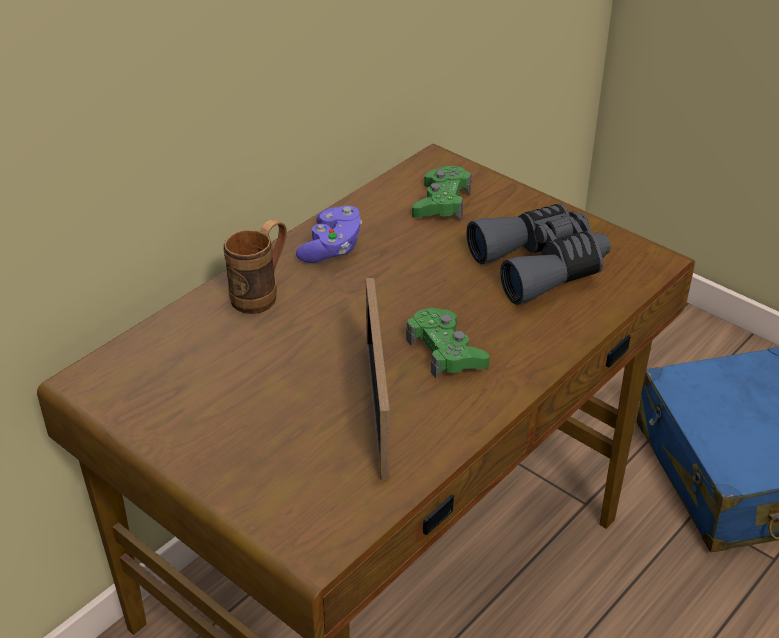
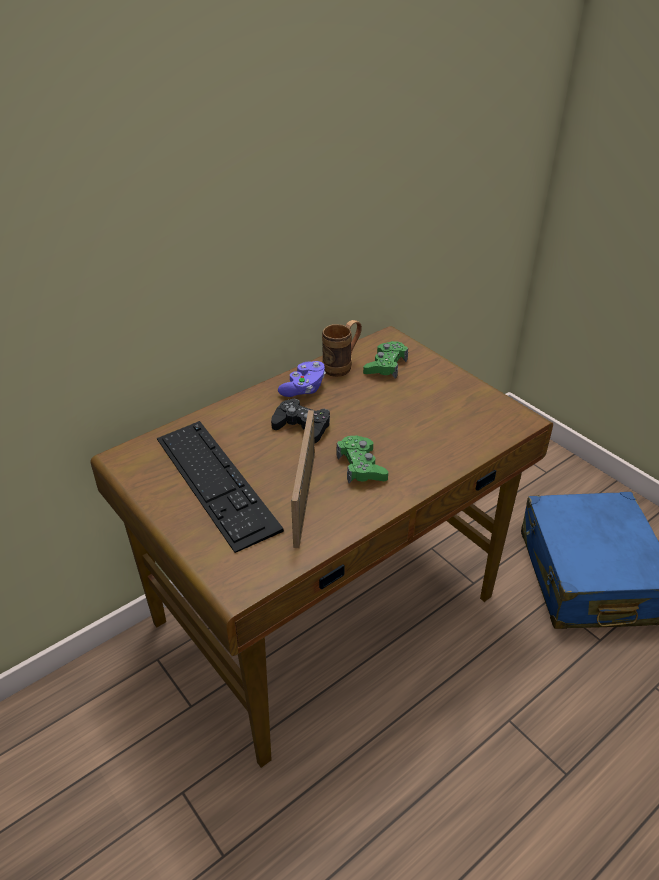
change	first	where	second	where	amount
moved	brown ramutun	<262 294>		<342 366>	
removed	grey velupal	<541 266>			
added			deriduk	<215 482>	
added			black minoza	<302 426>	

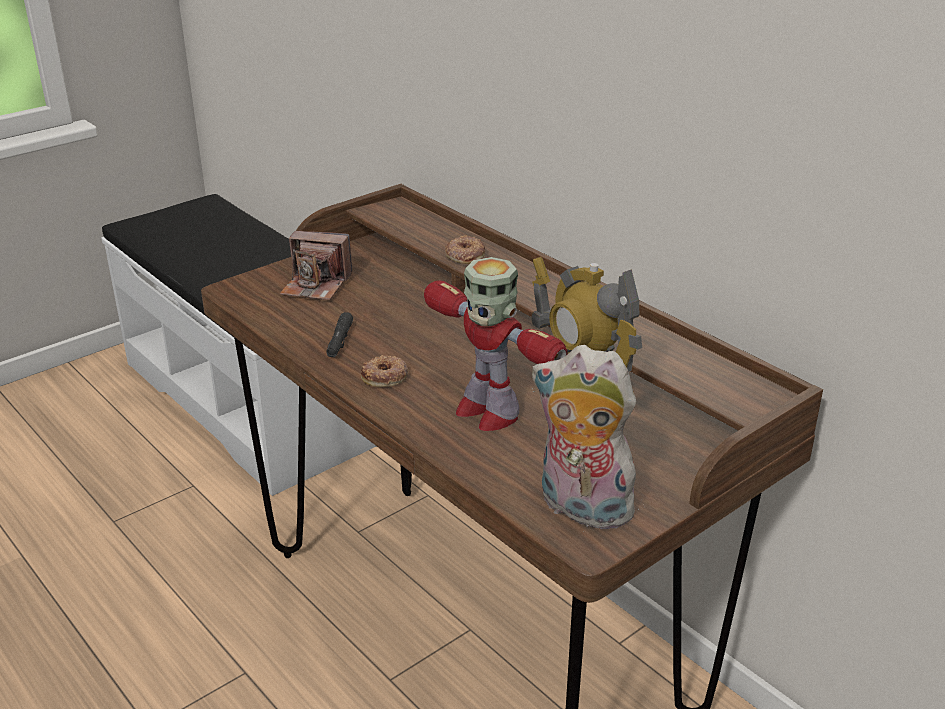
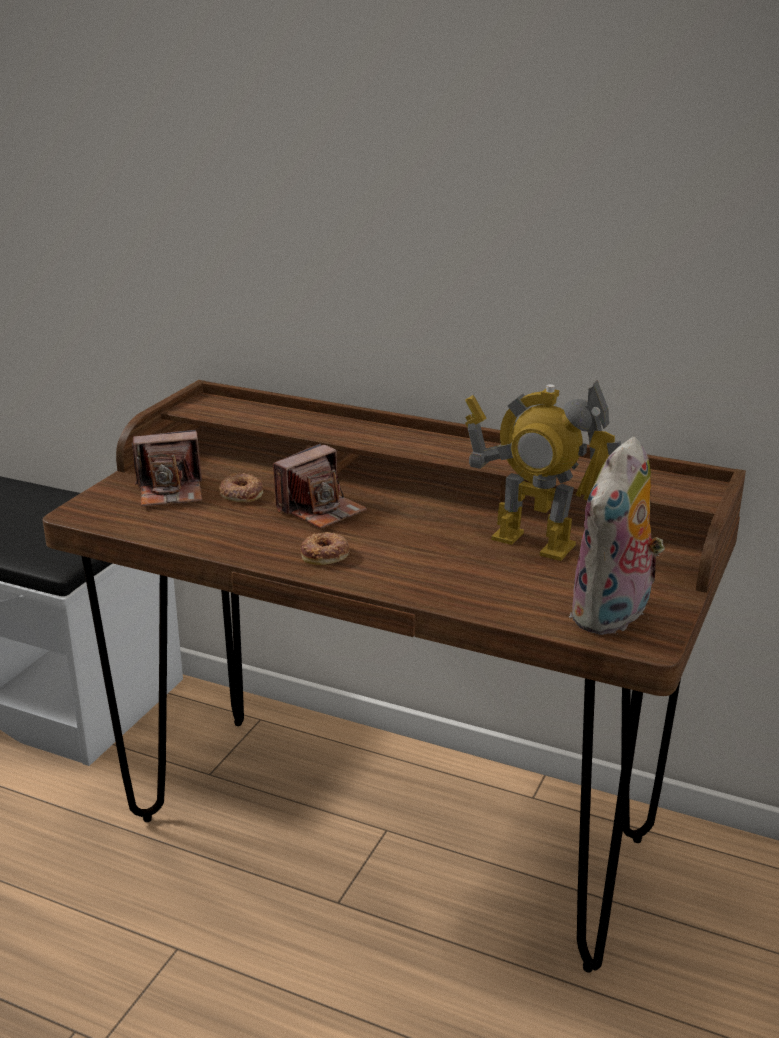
change	first	where	second	where	amount
removed	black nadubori	<340 341>			
removed	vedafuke	<487 411>			
moved	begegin	<465 255>		<241 493>	
turned	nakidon	<580 508>		<613 617>	60 degrees counterclockwise
added			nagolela	<320 510>	

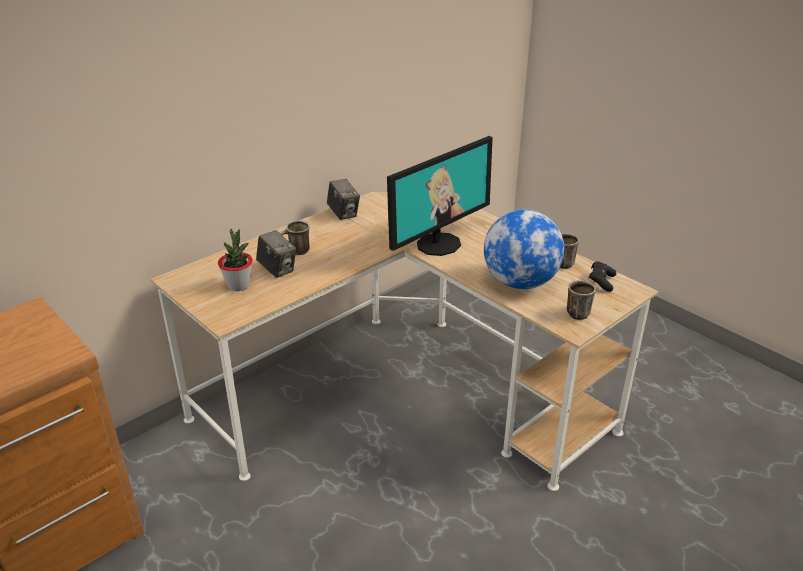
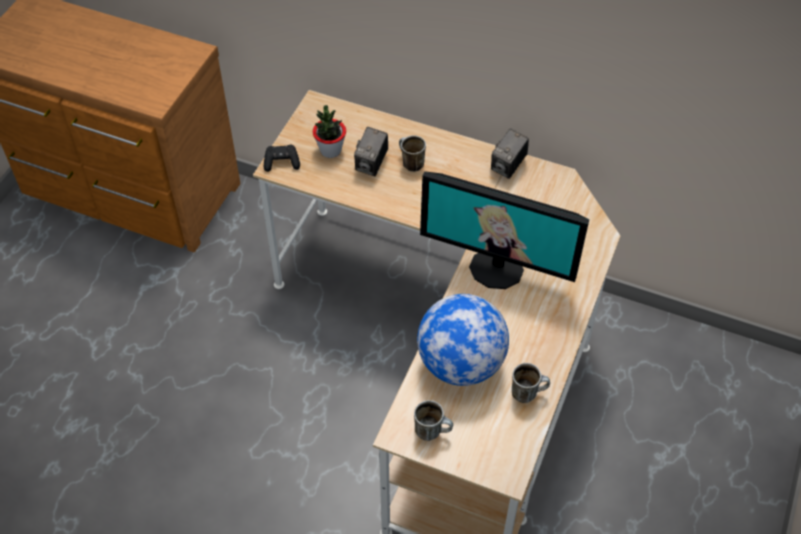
change	first	where	second	where	amount
moved	black minoza	<601 282>		<282 163>	

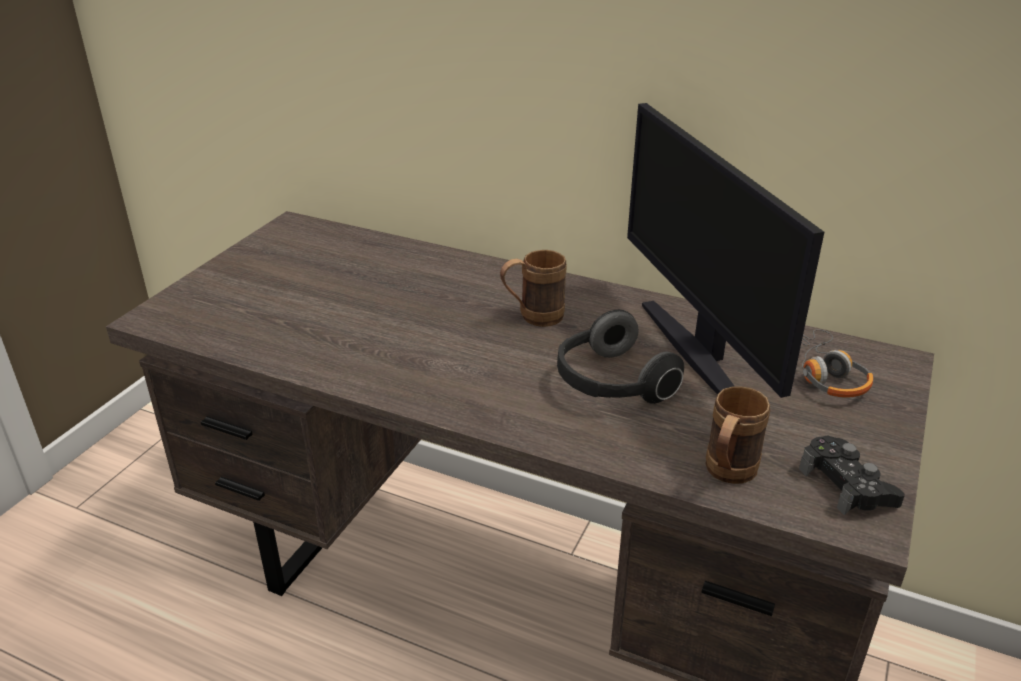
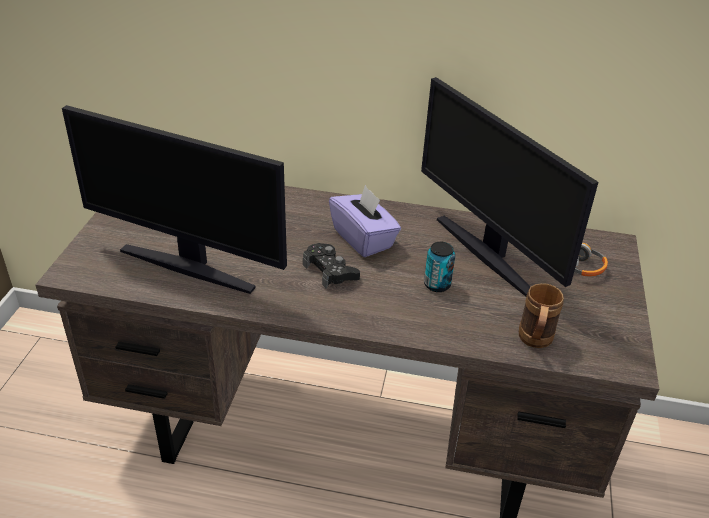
change	first	where	second	where	amount
replaced	brown ramutun	<532 318>	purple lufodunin	<363 238>	
replaced	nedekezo	<611 384>	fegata	<437 285>	
moved	black minoza	<847 485>		<330 271>	
added			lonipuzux	<189 266>	

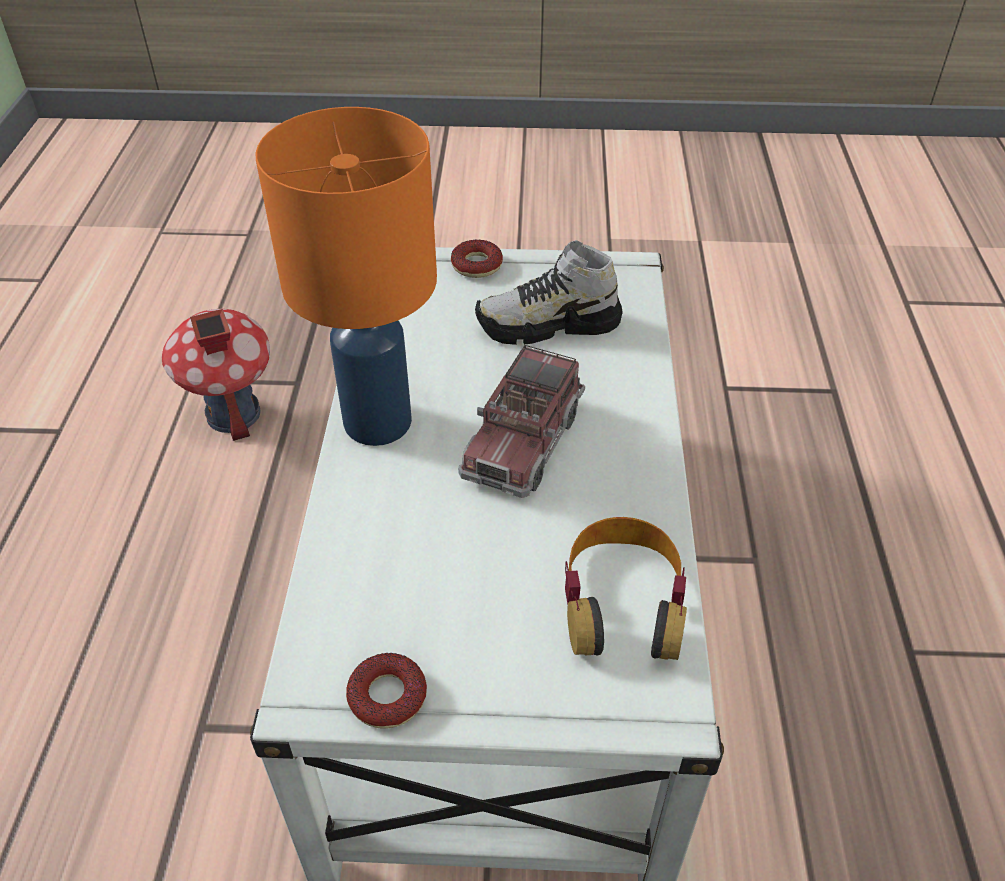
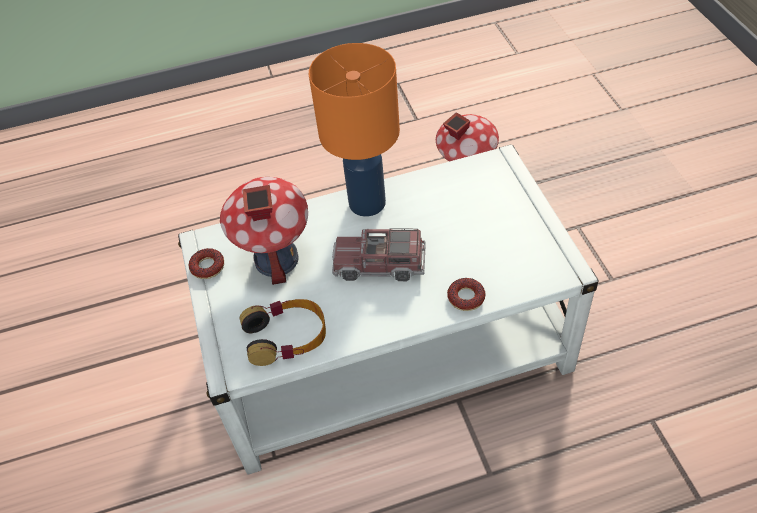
change	first	where	second	where	amount
moved	begegin	<476 265>		<466 297>	
removed	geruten	<548 325>			
added			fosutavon	<276 259>	

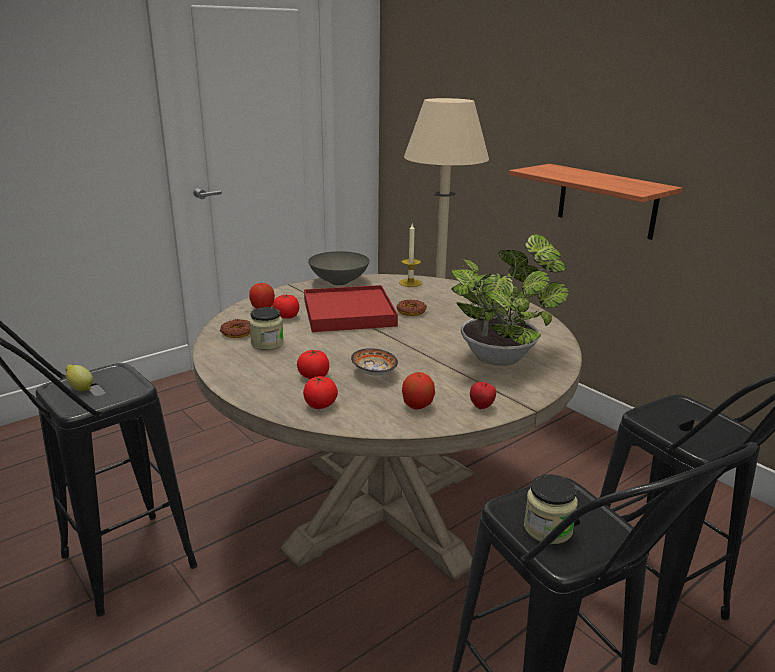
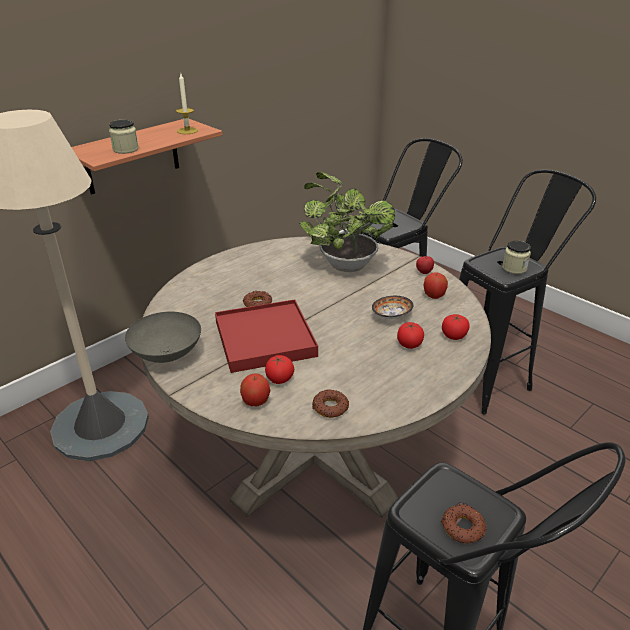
change	first	where	second	where	amount
replaced	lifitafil	<80 388>	begegin	<462 527>	
moved	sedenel	<267 344>		<125 149>	
moved	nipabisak	<410 283>		<187 131>	

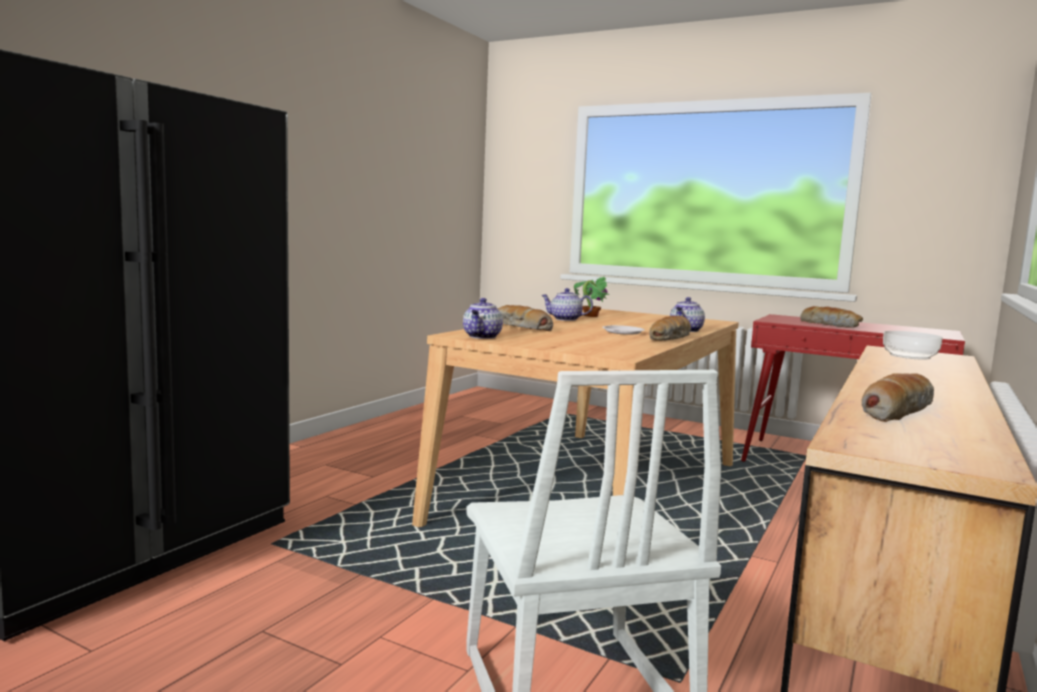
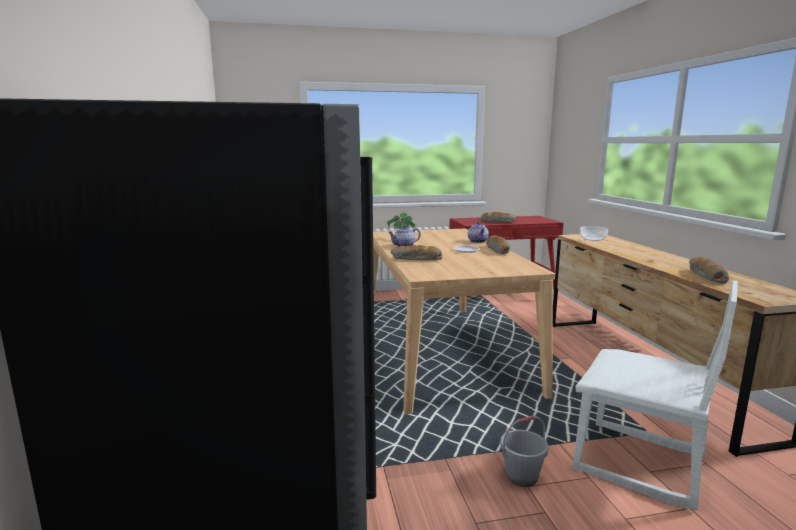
change	first	where	second	where	amount
removed	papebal	<482 337>			
added			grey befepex	<521 477>	

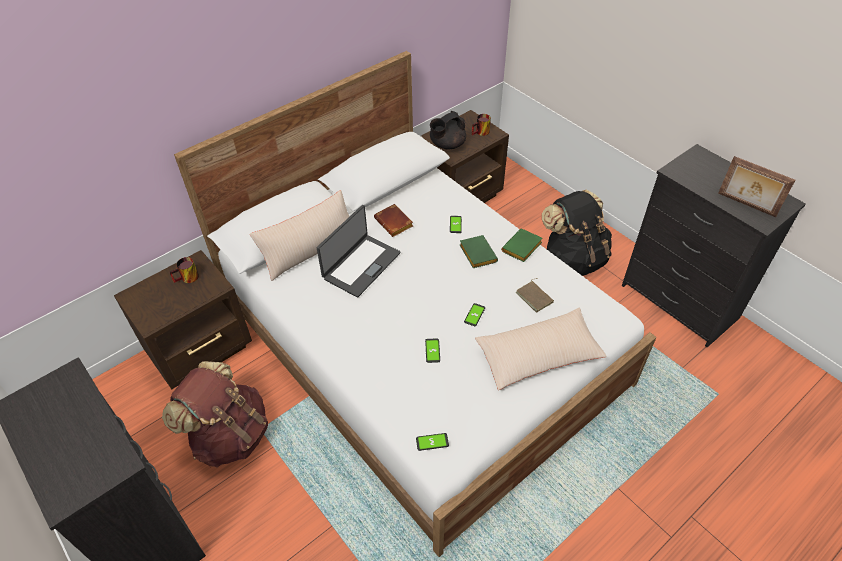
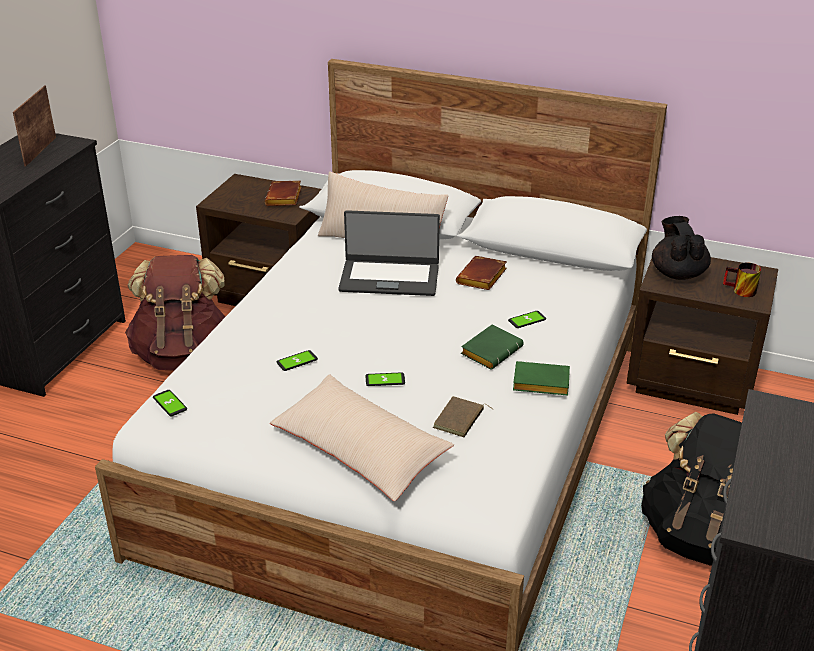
change	first	where	second	where	amount
replaced	ramutun	<187 279>	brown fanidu	<285 198>	
turned	black papebal	<447 145>		<677 273>	60 degrees clockwise
moved	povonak	<746 205>		<39 151>	

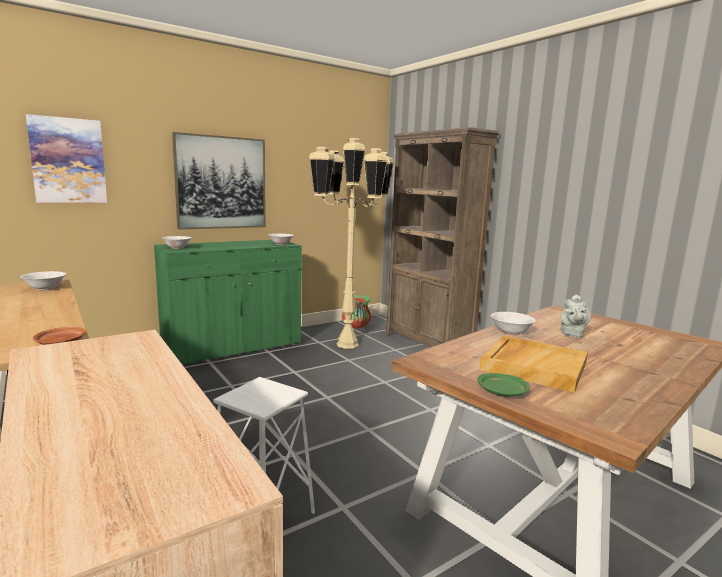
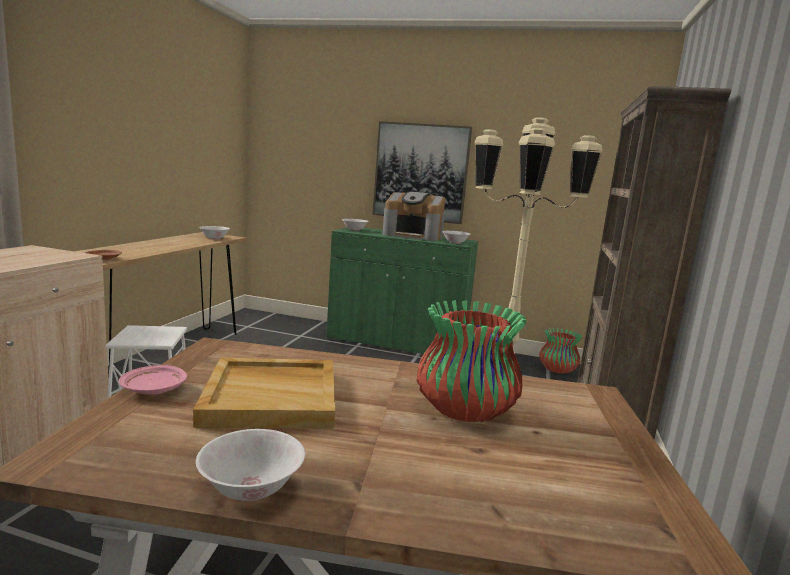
change	first	where	second	where	amount
removed	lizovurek	<68 160>			
recoloured	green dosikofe	<503 392>	pink dosikofe	<154 389>	
moved	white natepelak	<510 332>		<251 488>	
replaced	grey papebal	<571 334>	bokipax	<465 410>	
added			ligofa	<413 236>	

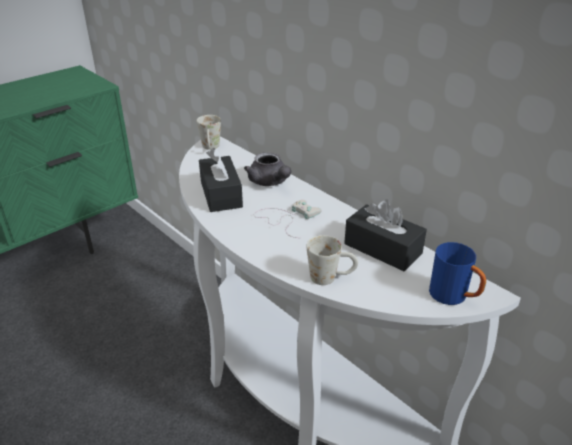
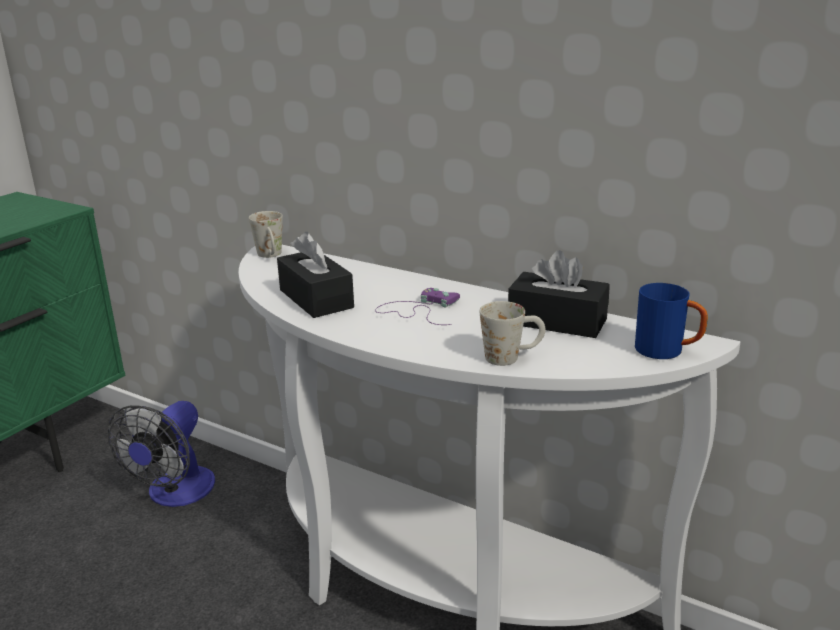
change	first	where	second	where	amount
removed	grey papebal	<270 182>			
recoloured	white minoza	<286 218>	purple minoza	<419 310>	
added			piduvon	<175 494>	

